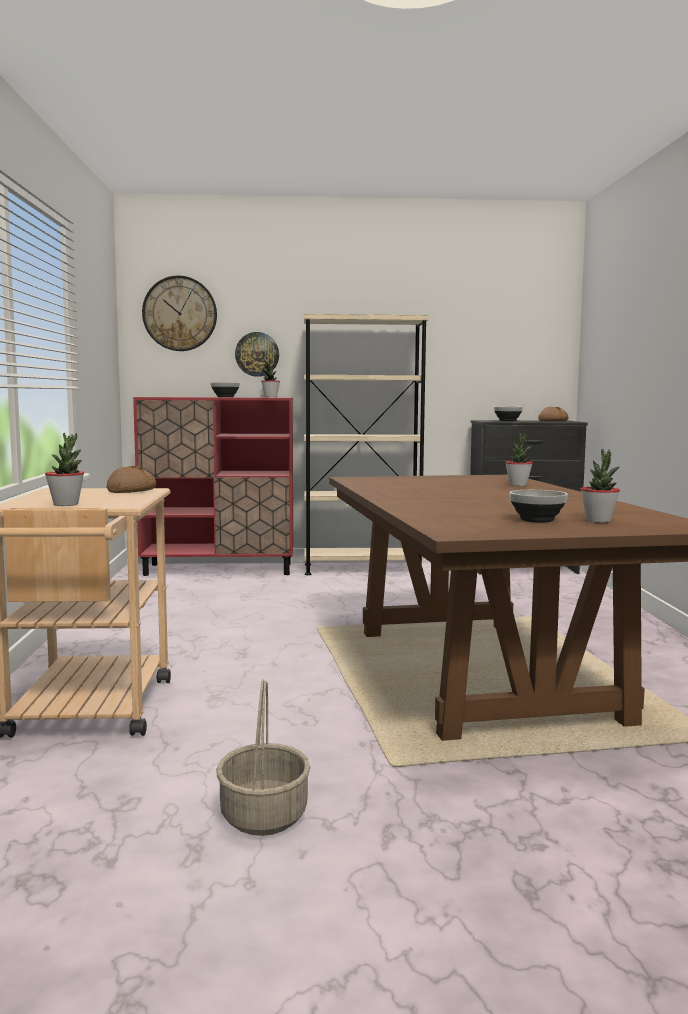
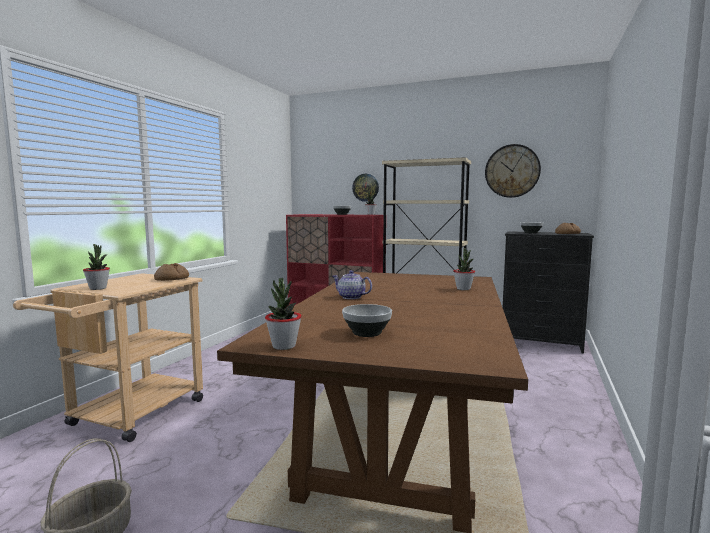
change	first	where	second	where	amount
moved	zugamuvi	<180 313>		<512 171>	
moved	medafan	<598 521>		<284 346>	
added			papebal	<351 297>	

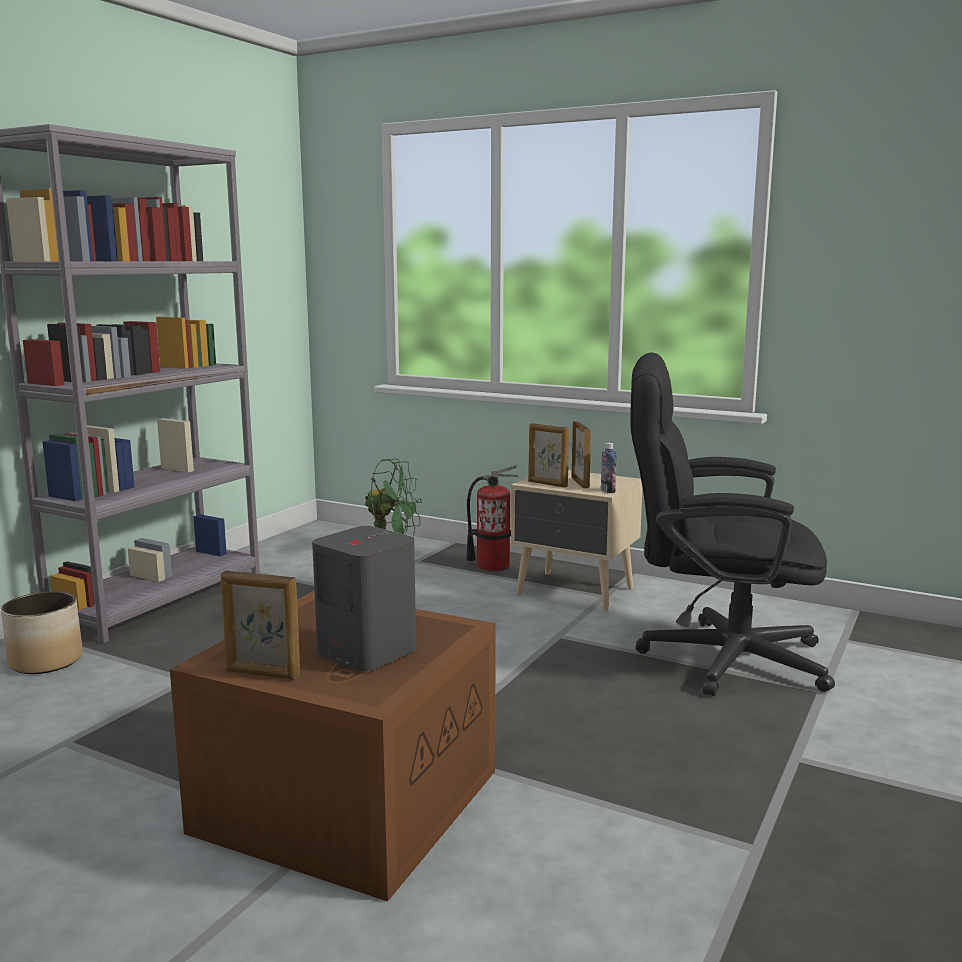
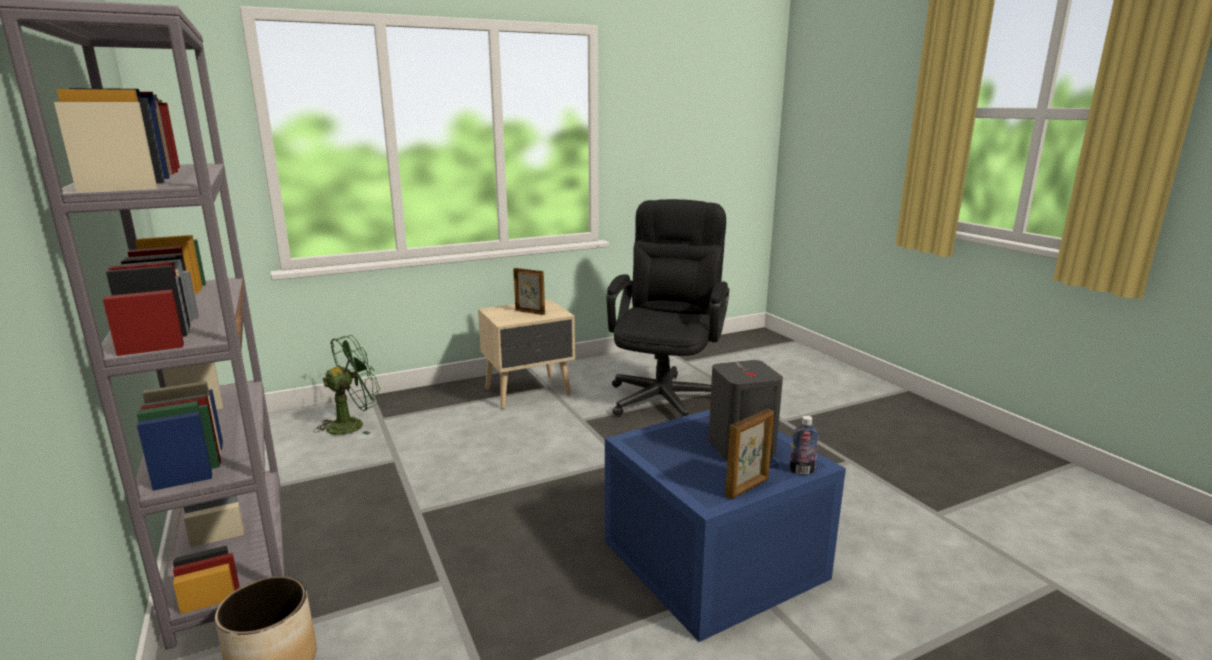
change	first	where	second	where	amount
recoloured	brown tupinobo	<347 798>	blue tupinobo	<709 559>	
removed	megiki	<492 566>			
removed	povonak	<547 484>			
moved	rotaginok	<608 491>		<801 471>	
turned	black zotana	<714 657>		<665 394>	150 degrees clockwise

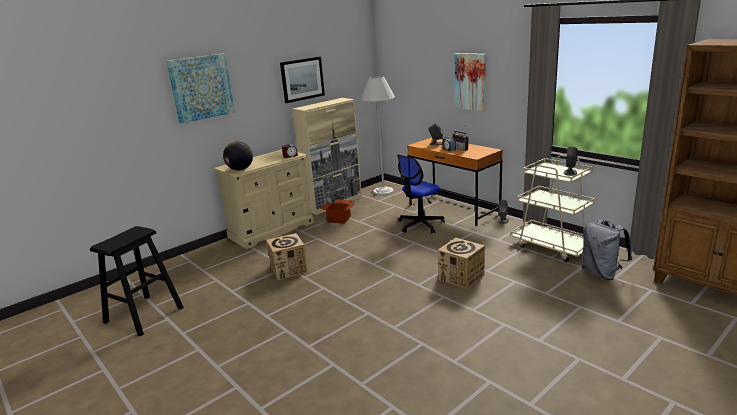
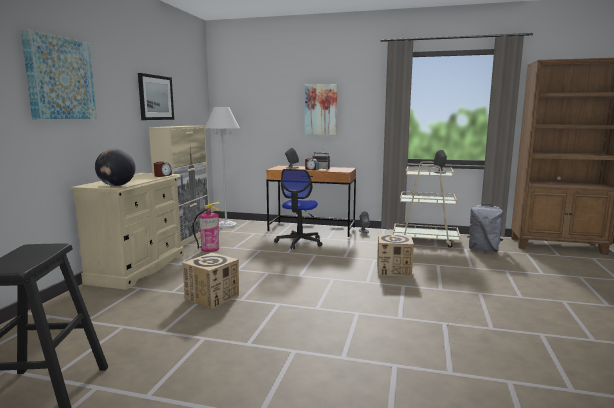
change	first	where	second	where	amount
replaced	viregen	<339 219>	megiki	<210 249>	

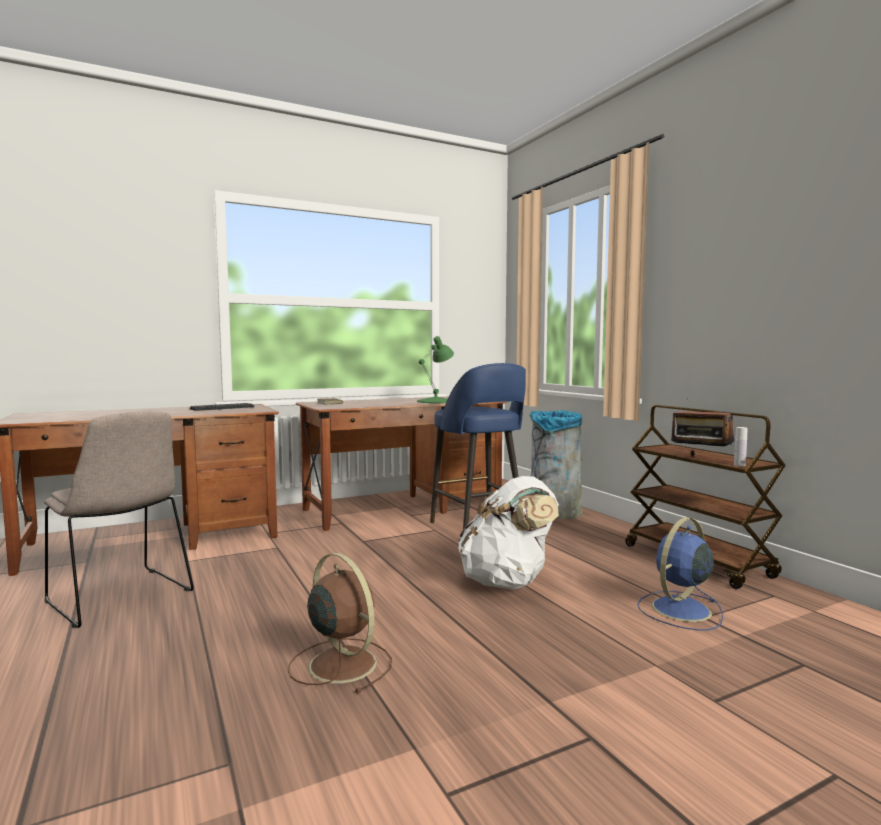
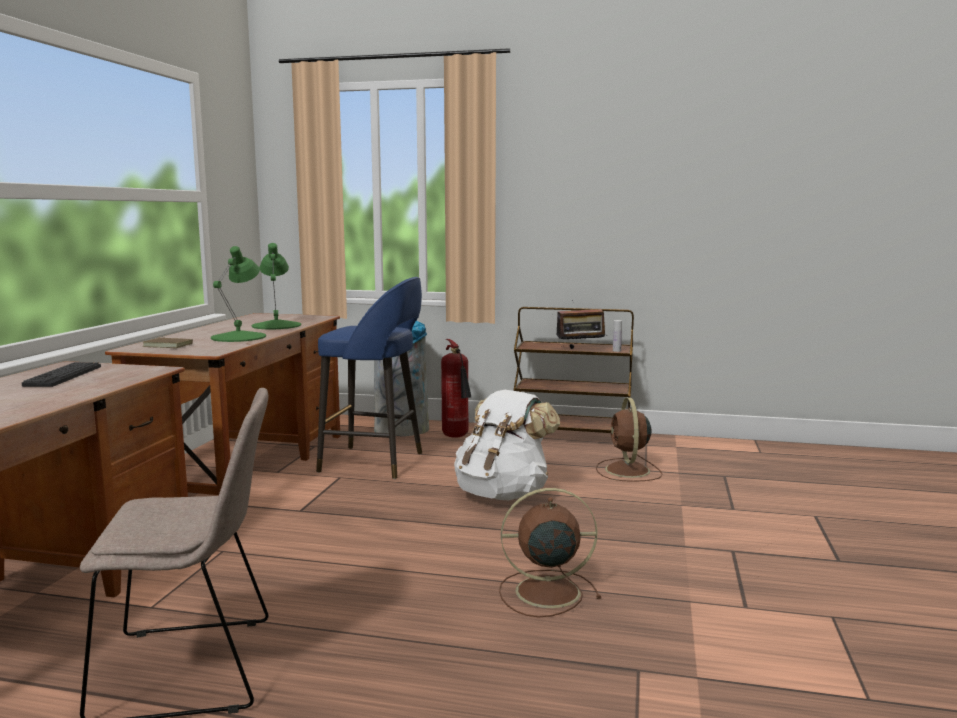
change	first	where	second	where	amount
recoloured	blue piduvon	<679 610>	brown piduvon	<628 471>	
added			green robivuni	<239 337>	
added			megiki	<457 437>	

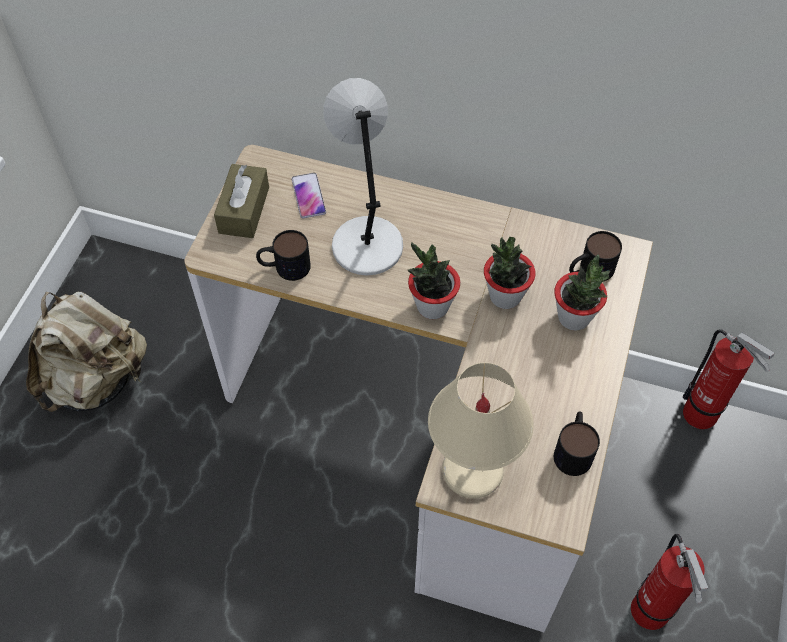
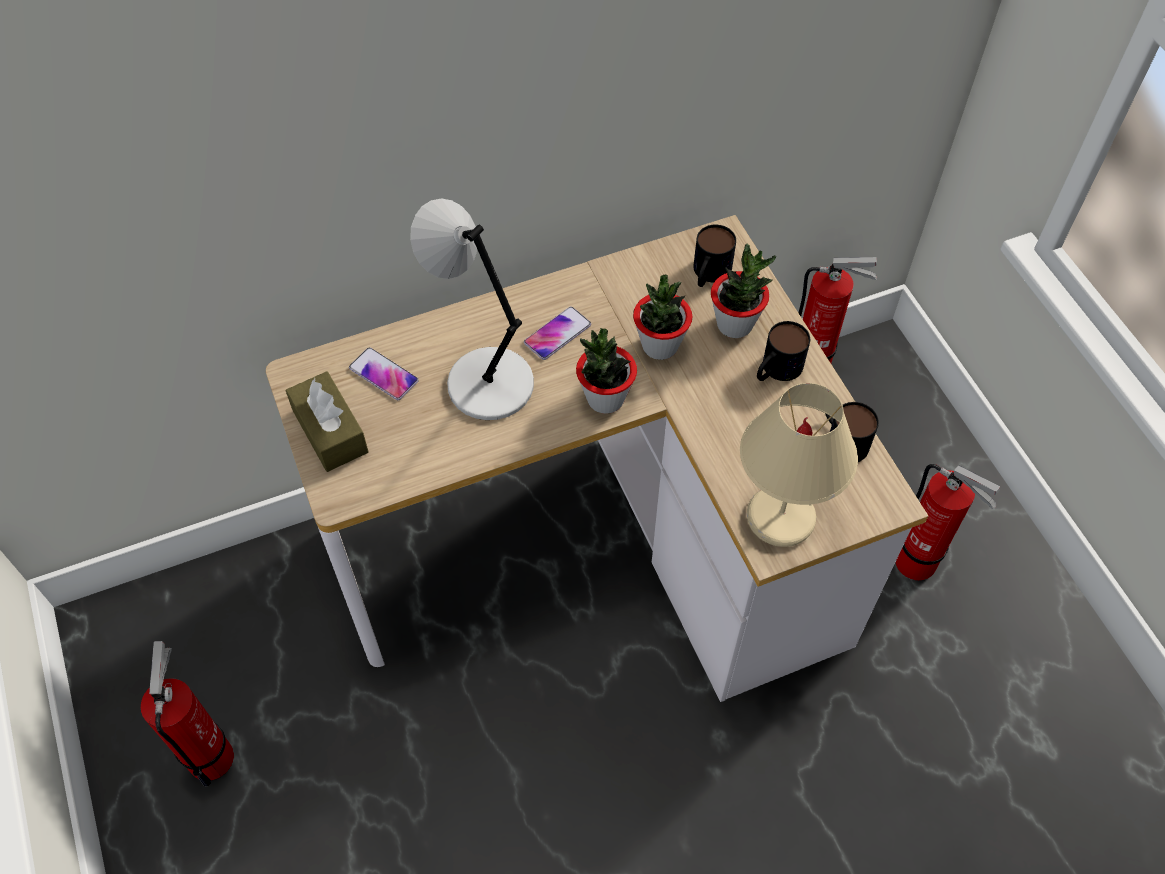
change	first	where	second	where	amount
replaced	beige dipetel	<97 380>	megiki	<211 752>	
moved	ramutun	<284 267>		<776 370>	
added			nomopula	<557 334>	

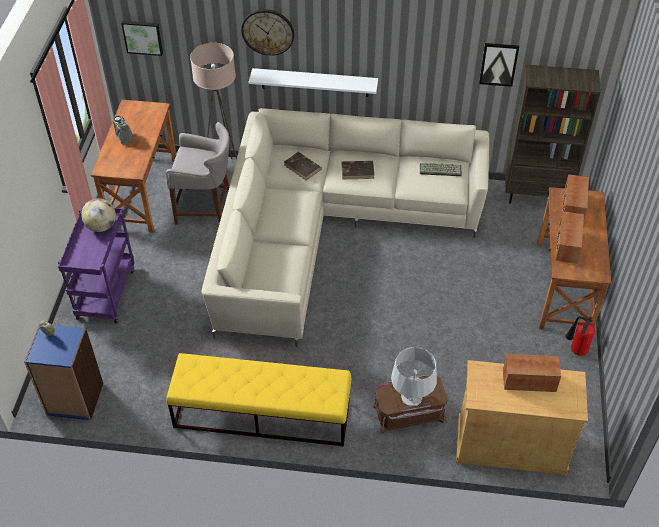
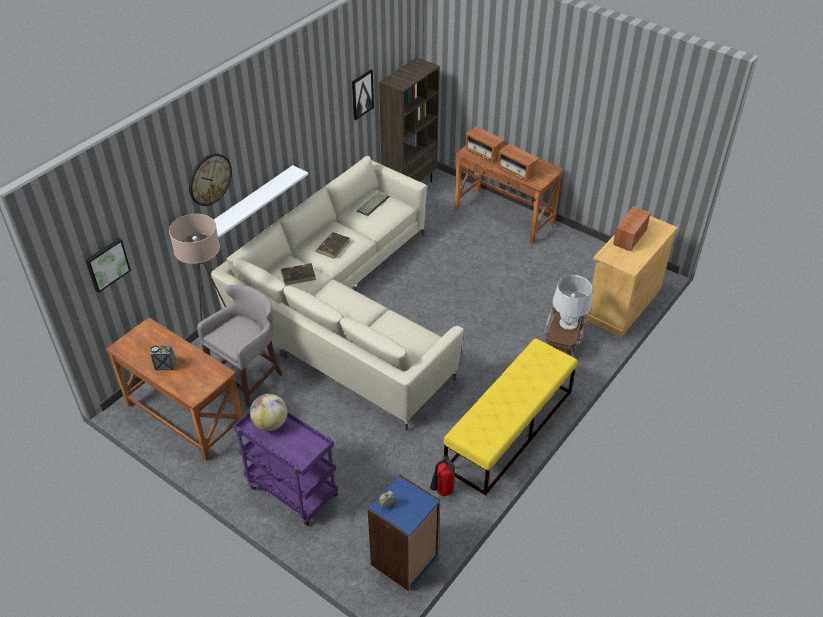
change	first	where	second	where	amount
moved	megiki	<576 350>		<442 492>	

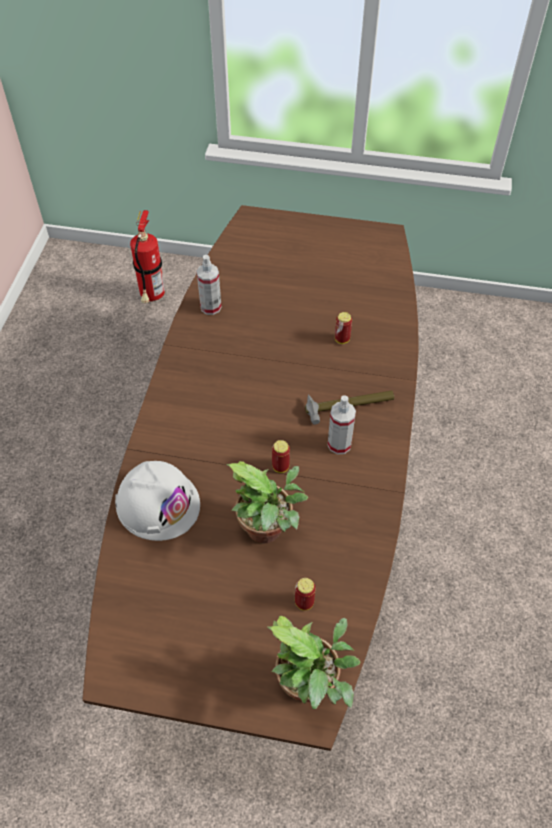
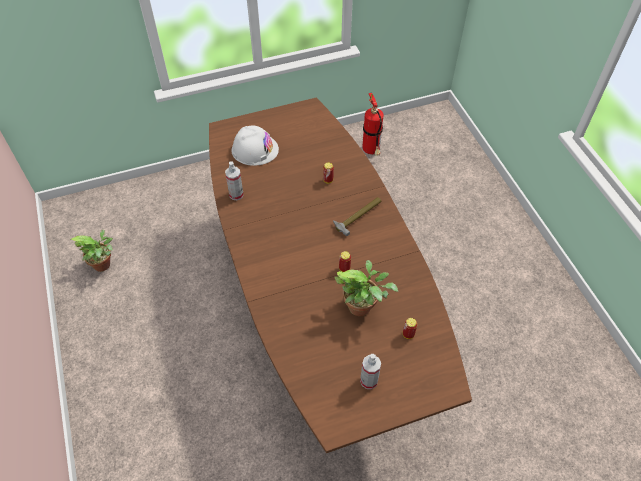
change	first	where	second	where	amount
moved	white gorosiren	<158 503>		<255 149>	
moved	megiki	<152 297>		<371 151>	
moved	medafan	<311 685>		<104 264>	
moved	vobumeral	<339 444>		<369 381>	

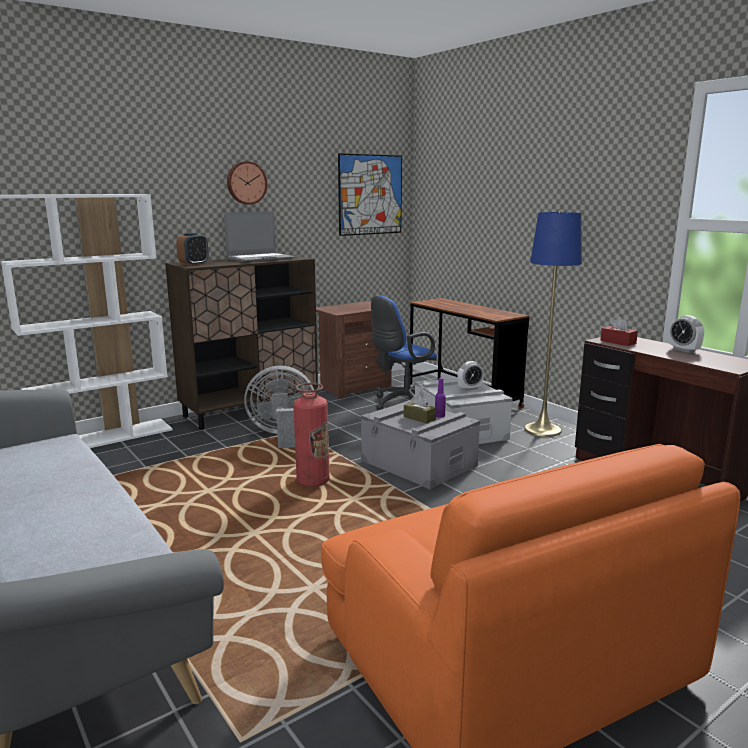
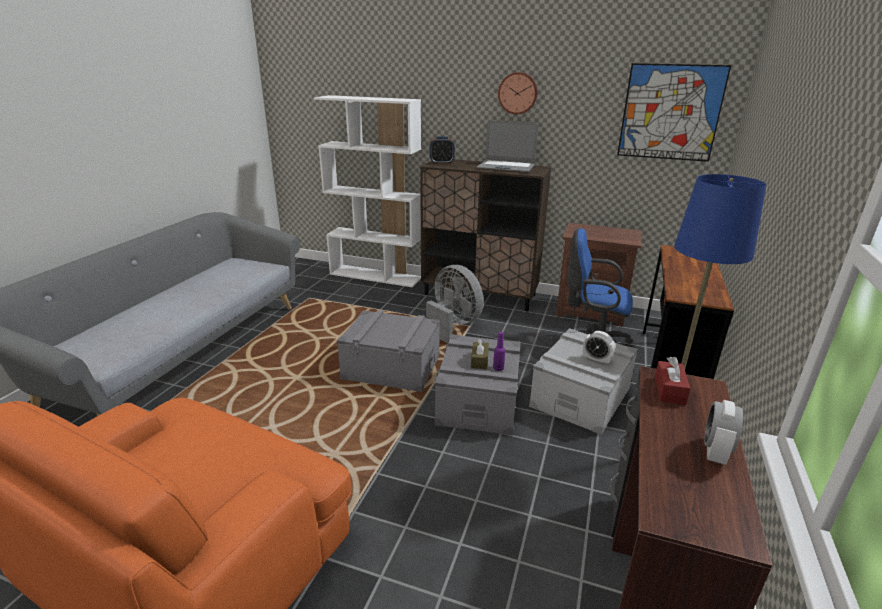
change	first	where	second	where	amount
replaced	megiki	<313 481>	grey tupinobo	<392 367>	

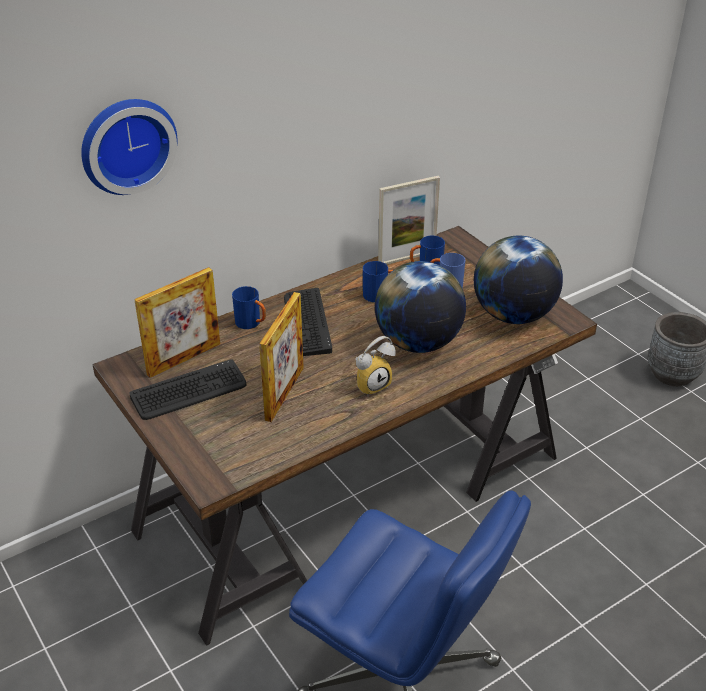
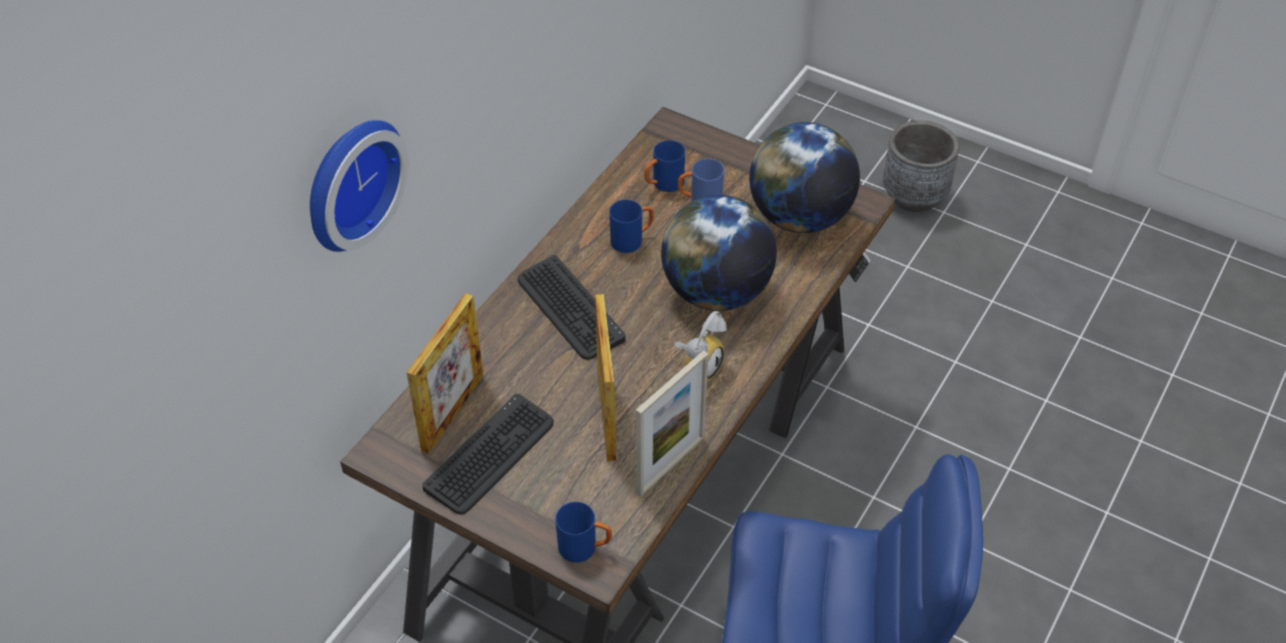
change	first	where	second	where	amount
moved	blue ramutun	<252 324>		<585 548>	
moved	povonak	<407 258>		<670 465>	

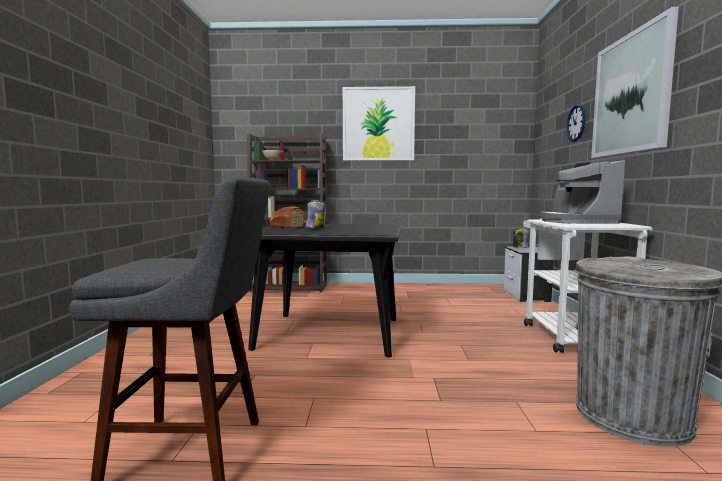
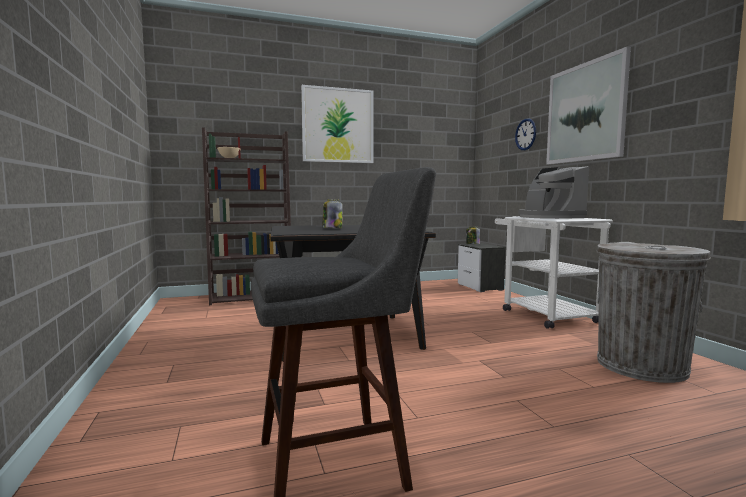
change	first	where	second	where	amount
removed	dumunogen	<285 226>			

